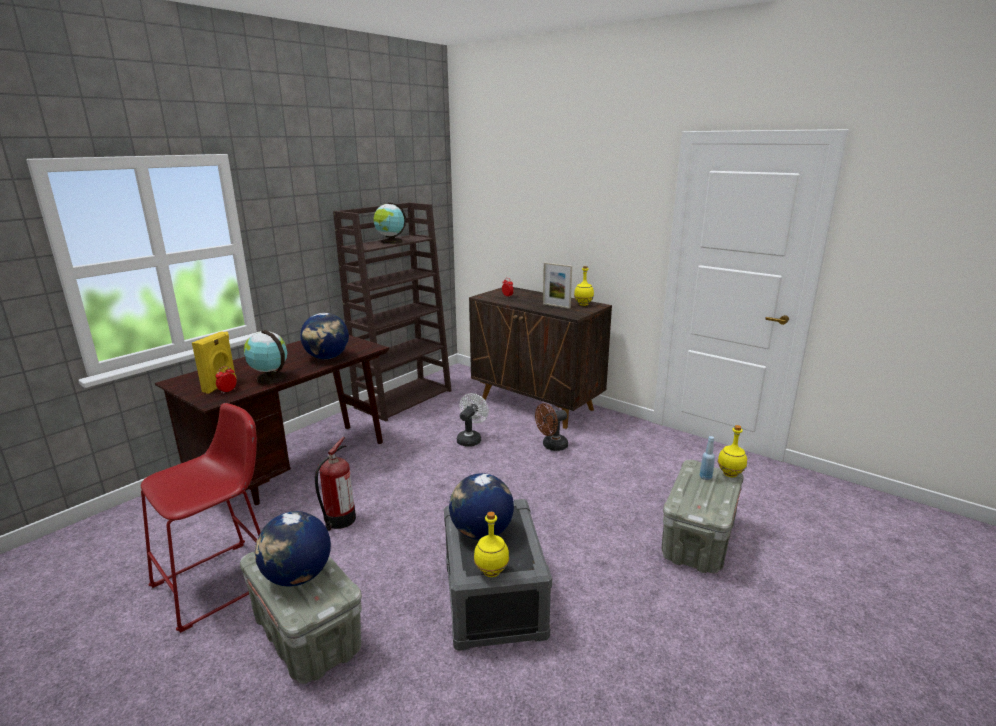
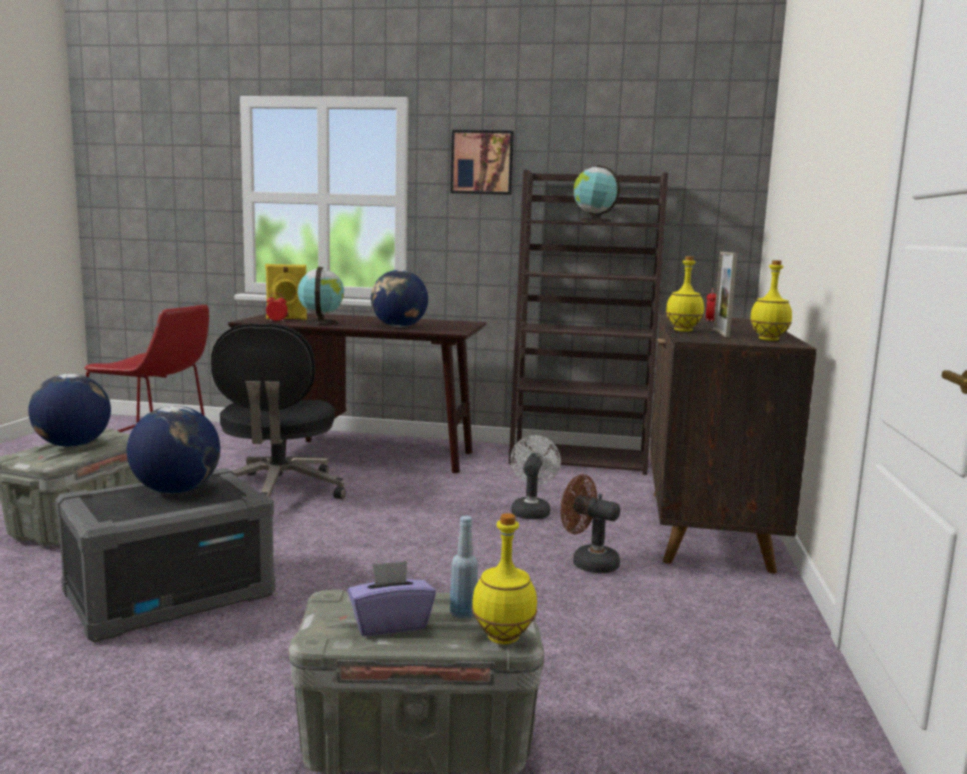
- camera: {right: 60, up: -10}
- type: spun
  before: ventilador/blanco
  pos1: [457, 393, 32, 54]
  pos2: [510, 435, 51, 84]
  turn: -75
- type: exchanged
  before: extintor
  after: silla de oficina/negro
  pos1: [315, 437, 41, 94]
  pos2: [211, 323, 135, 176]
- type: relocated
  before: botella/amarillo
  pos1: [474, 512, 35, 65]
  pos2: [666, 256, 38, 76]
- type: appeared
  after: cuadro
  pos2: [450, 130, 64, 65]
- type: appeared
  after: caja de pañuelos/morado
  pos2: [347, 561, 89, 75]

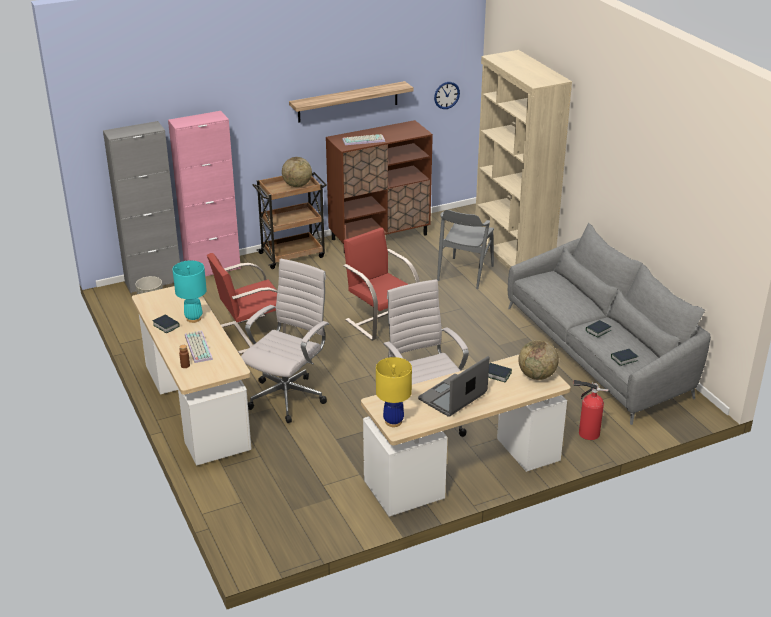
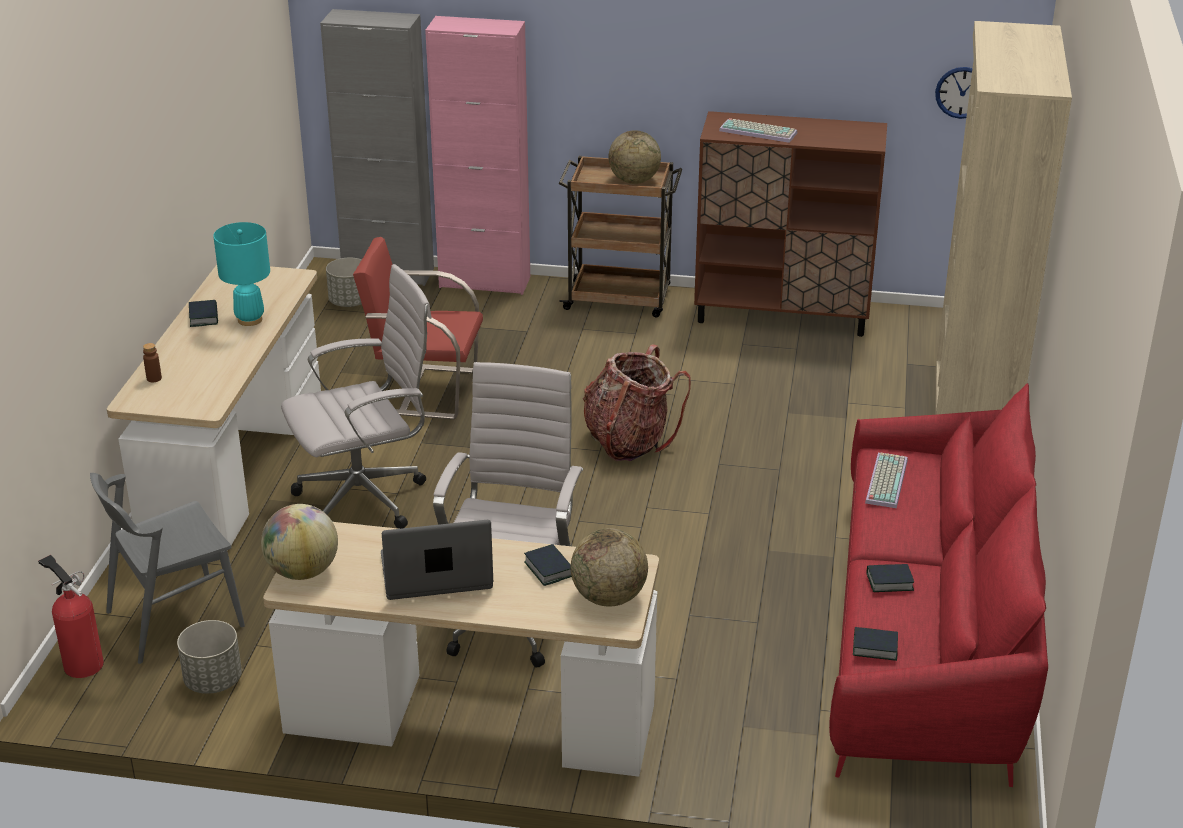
- camera: {right: 35, up: 0}
- type: missing
  before: estante
  pos1: [289, 81, 125, 41]
- type: relocated
  before: silla/gris
  pos1: [437, 210, 57, 79]
  pos2: [90, 473, 155, 191]
- type: colour
  before: sofá/gris
  after: sofá/rojo
  pos1: [508, 223, 203, 202]
  pos2: [829, 383, 219, 404]
- type: exchanged
  before: silla/rojo
  after: mochila
  pos1: [343, 228, 77, 113]
  pos2: [583, 344, 108, 117]
- type: relocated
  before: teclado
  pos1: [185, 330, 28, 33]
  pos2: [865, 453, 43, 55]
- type: exchanged
  before: lámpara de mesa/amarillo
  after: globo terráqueo
  pos1: [376, 357, 36, 70]
  pos2: [261, 504, 77, 76]
- type: relocated
  before: extintor
  pos1: [574, 380, 34, 60]
  pos2: [38, 555, 66, 123]
- type: appeared
  after: maceta/gris
  pos2: [177, 620, 65, 74]

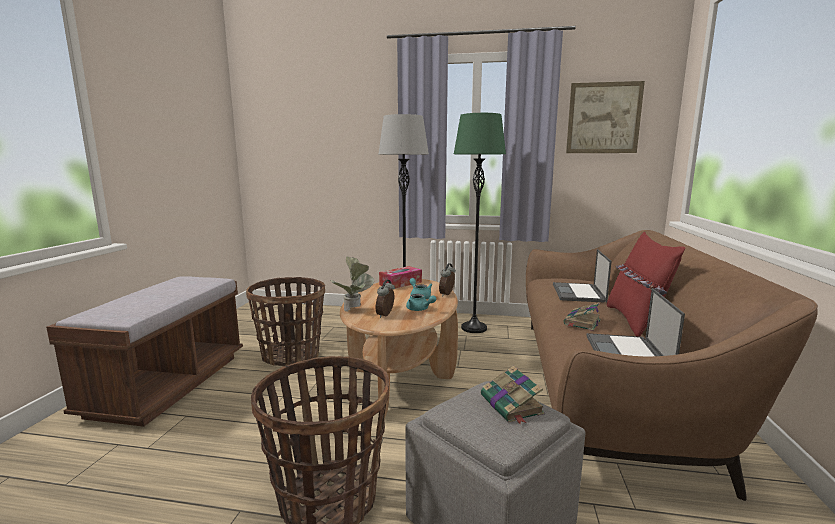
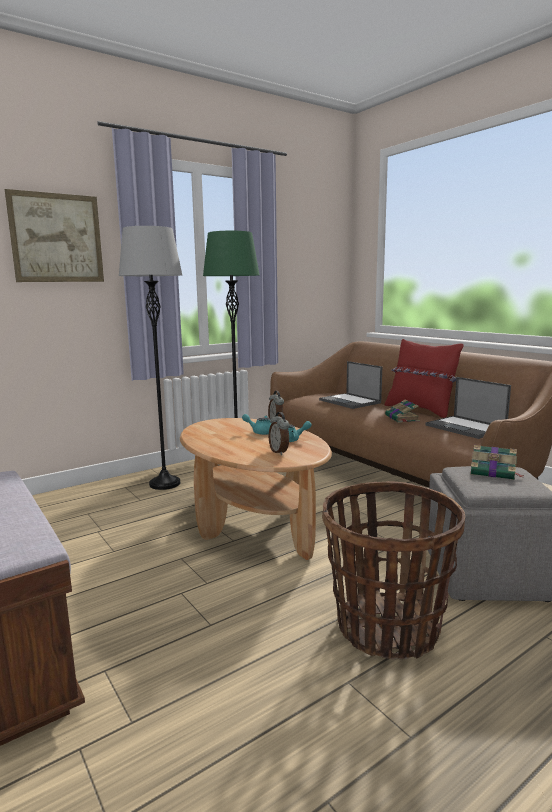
- camera: {right: -45, up: 0}
- type: relocated
  before: cuadro
  pos1: [566, 81, 79, 72]
  pos2: [5, 189, 99, 93]
- type: missing
  before: planta en maceta
  pos1: [331, 256, 43, 56]
- type: missing
  before: caja de pañuelos
  pos1: [379, 266, 43, 23]
- type: missing
  before: cesta
  pos1: [246, 277, 79, 89]

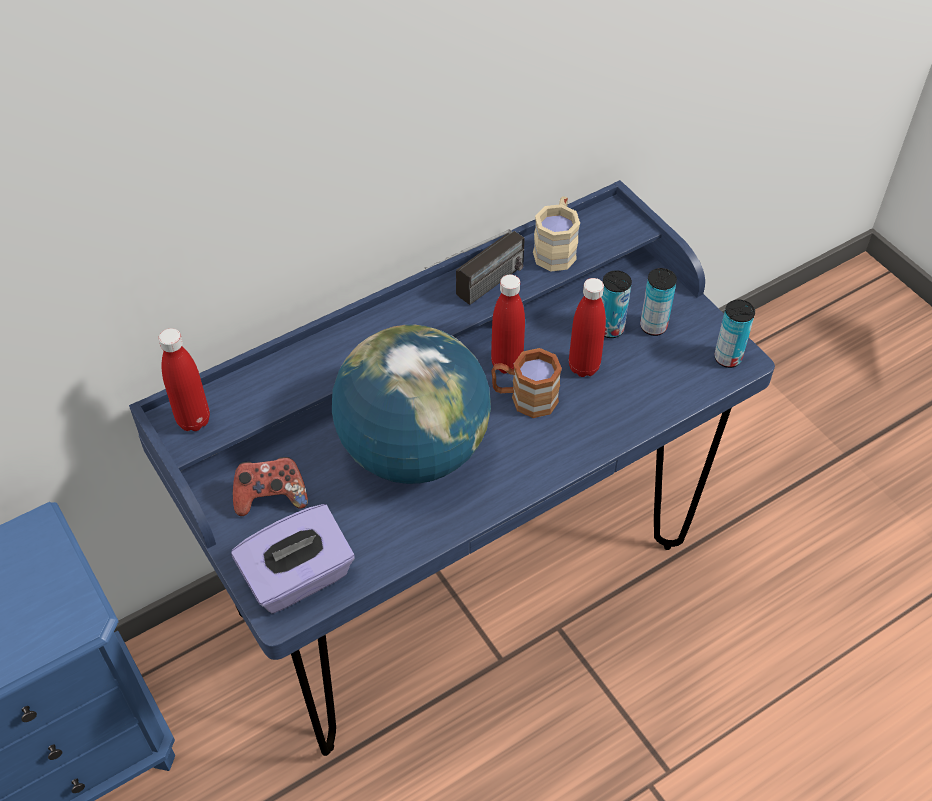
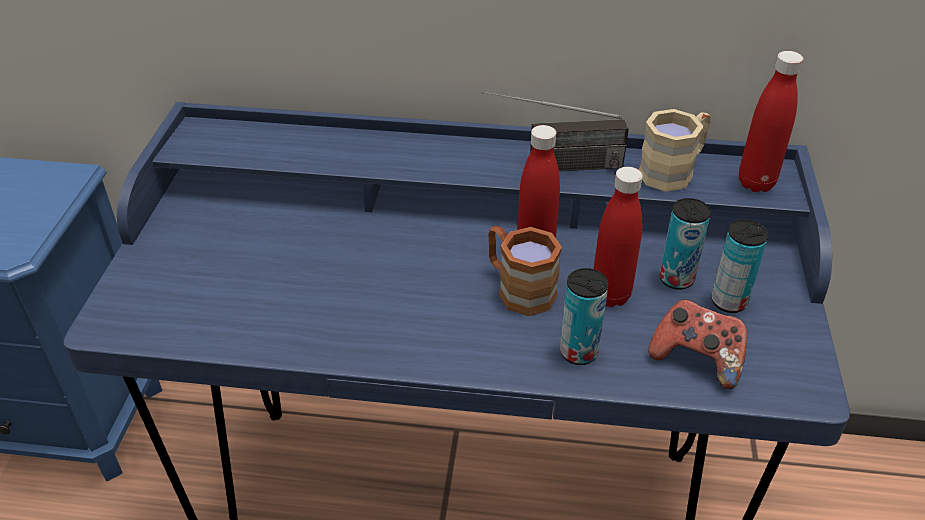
- camera: {right: 40, up: -10}
- type: relocated
  before: lata
  pos1: [714, 300, 41, 68]
  pos2: [560, 268, 49, 97]
- type: missing
  before: globo terráqueo
  pos1: [332, 325, 159, 159]
- type: relocated
  before: botella/rojo
  pos1: [158, 328, 52, 103]
  pos2: [739, 51, 64, 141]
- type: relocated
  before: mando de consola
  pos1: [233, 457, 75, 59]
  pos2: [648, 299, 99, 90]
- type: missing
  before: caja de pañuelos/morado
  pos1: [231, 504, 124, 110]

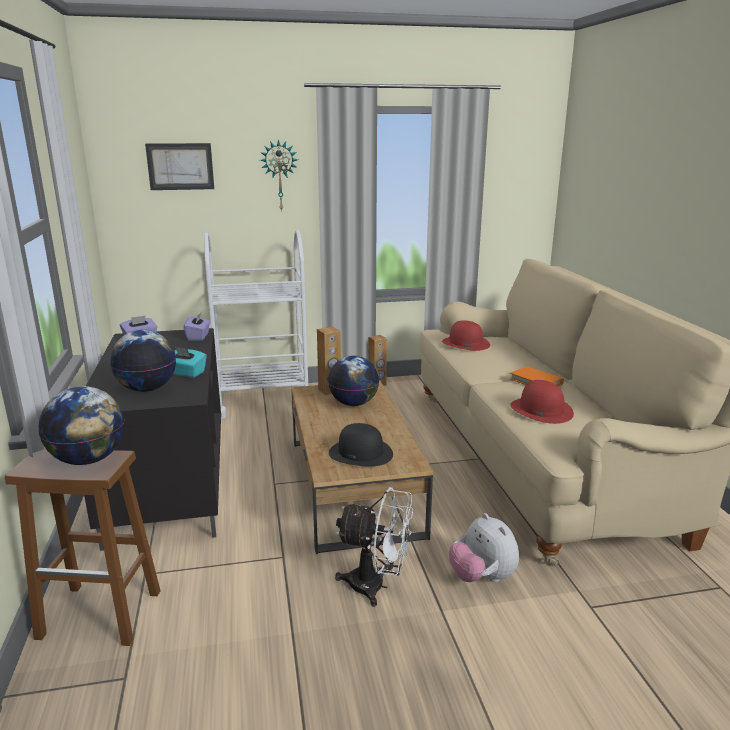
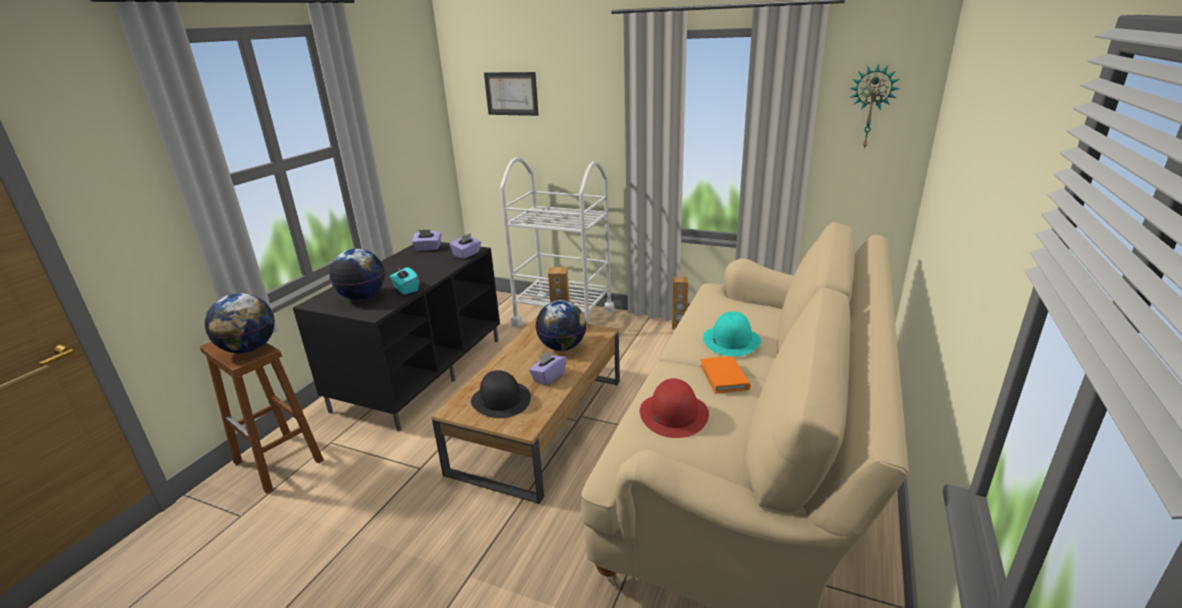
- camera: {right: 35, up: 5}
- type: relocated
  before: reloj de pared
  pos1: [260, 139, 38, 73]
  pos2: [849, 63, 51, 87]
- type: missing
  before: sombrero/rojo
  pos1: [442, 320, 48, 31]
- type: missing
  before: ventilador/blanco
  pos1: [335, 487, 78, 120]
- type: missing
  before: peluche
  pos1: [449, 513, 70, 69]
- type: appeared
  after: sombrero/turquesa
  pos2: [703, 311, 58, 45]
- type: appeared
  after: caja de pañuelos/morado
  pos2: [529, 350, 37, 36]

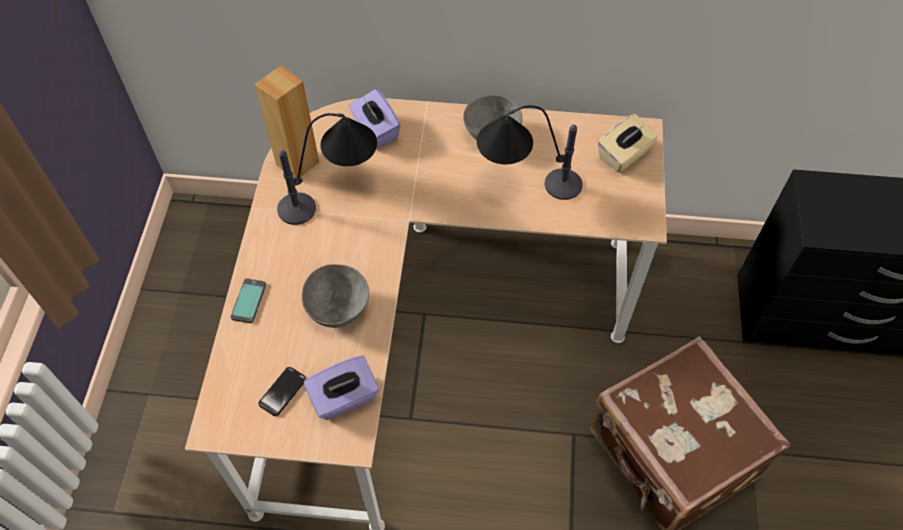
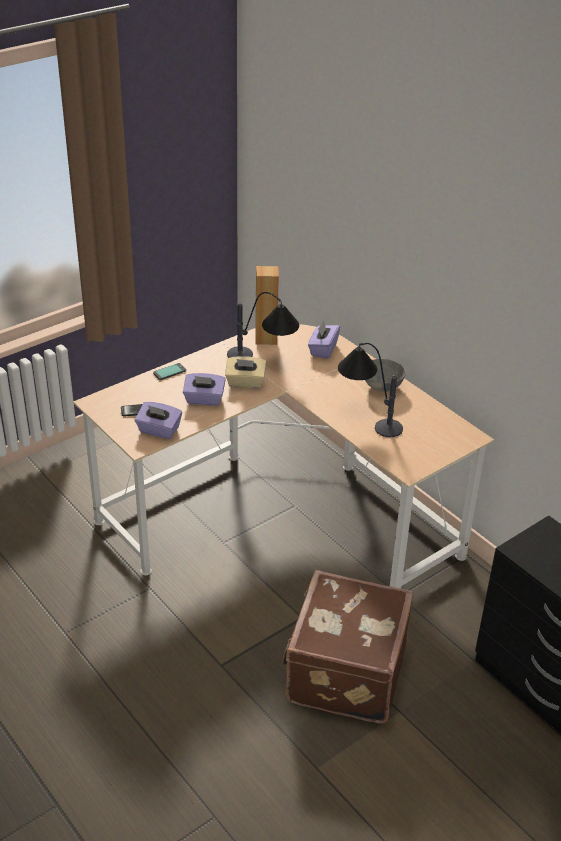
- camera: {right: 45, up: -20}
- type: relocated
  before: caja de pañuelos/beis
  pos1: [598, 114, 59, 59]
  pos2: [225, 356, 41, 32]
- type: exchanged
  before: cuenco/gris
  after: caja de pañuelos/morado
  pos1: [302, 264, 67, 64]
  pos2: [183, 373, 43, 33]

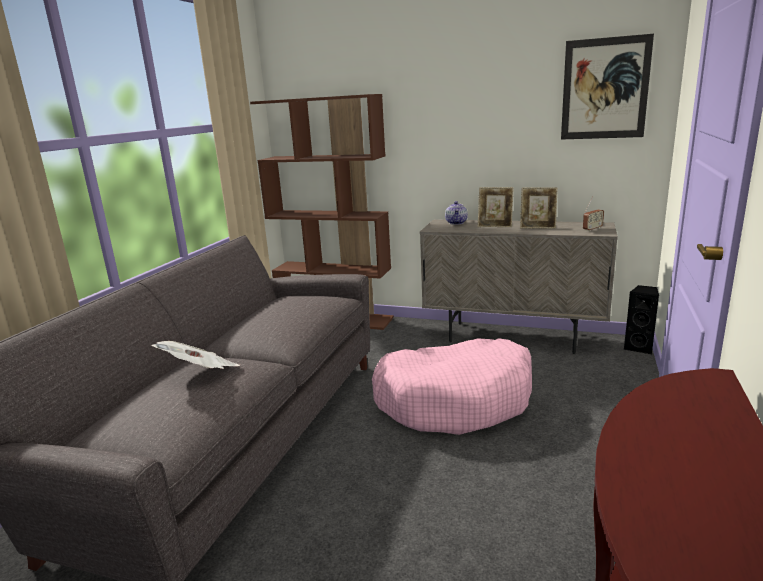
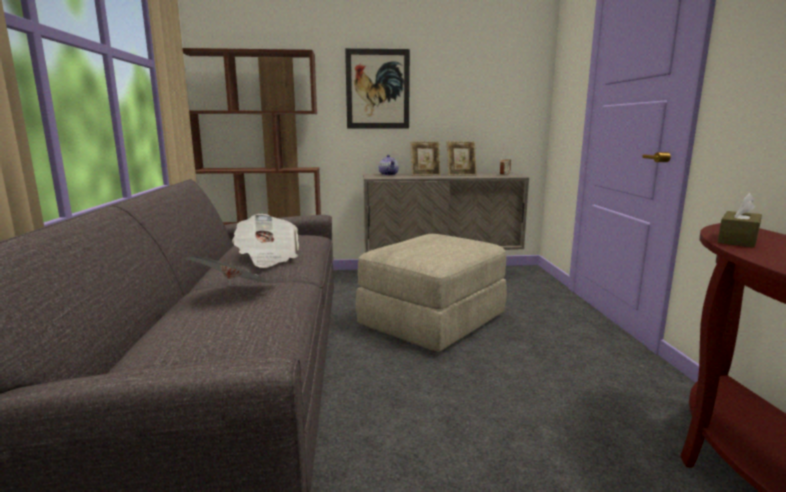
- camera: {right: -25, up: -5}
- type: relocated
  before: cuadro
  pos1: [561, 34, 93, 106]
  pos2: [345, 48, 65, 81]
- type: missing
  before: altavoz/negro
  pos1: [623, 285, 36, 69]
- type: exchanged
  before: cama para perro/rosa
  after: puf/beis
  pos1: [372, 338, 160, 97]
  pos2: [356, 234, 151, 118]
- type: appeared
  after: caja de pañuelos/marrón
  pos2: [717, 193, 45, 55]
- type: appeared
  after: periódico
  pos2: [232, 214, 67, 54]

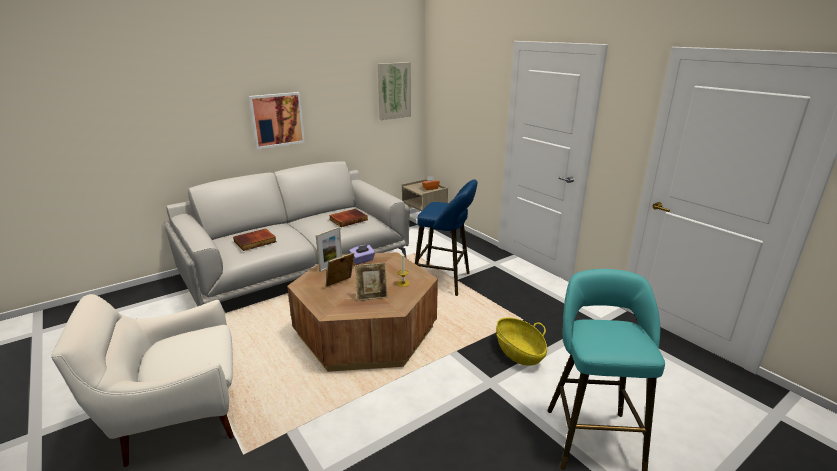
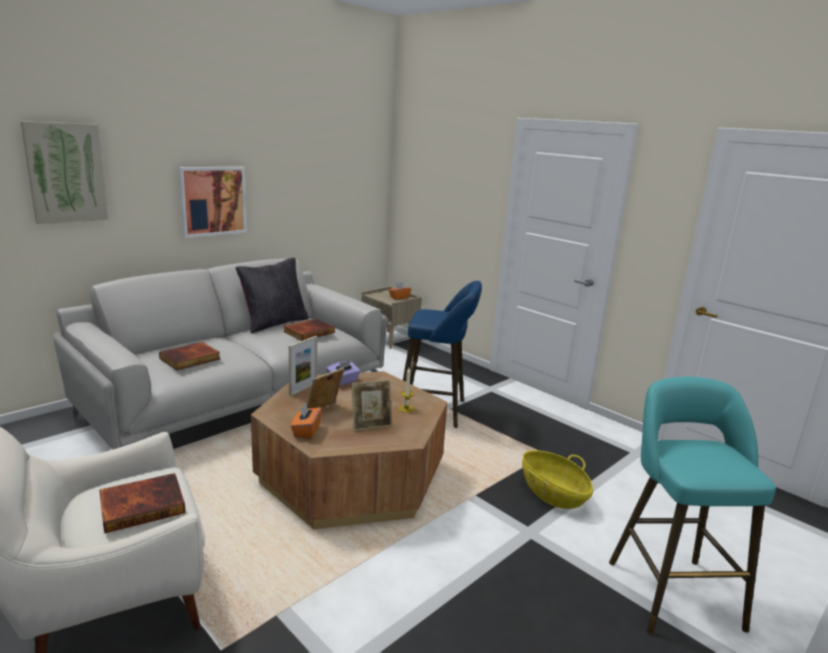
- camera: {right: -10, up: -5}
- type: relocated
  before: cuadro
  pos1: [378, 62, 33, 58]
  pos2: [21, 121, 87, 103]
- type: appeared
  after: cojín/negro
  pos2: [236, 258, 73, 76]
- type: appeared
  after: caja de pañuelos/naranja
  pos2: [291, 402, 31, 37]
- type: appeared
  after: libro
  pos2: [99, 473, 86, 61]

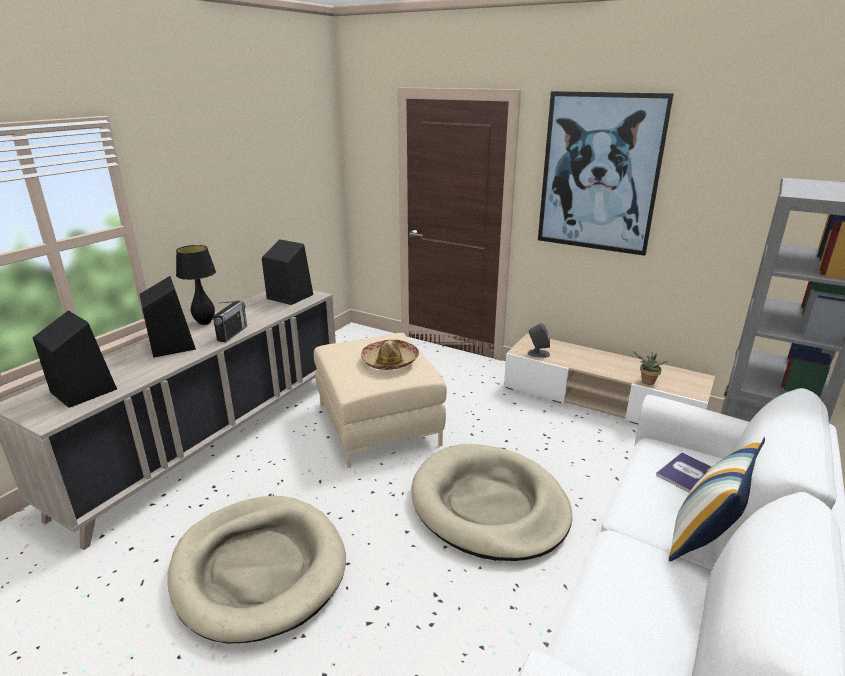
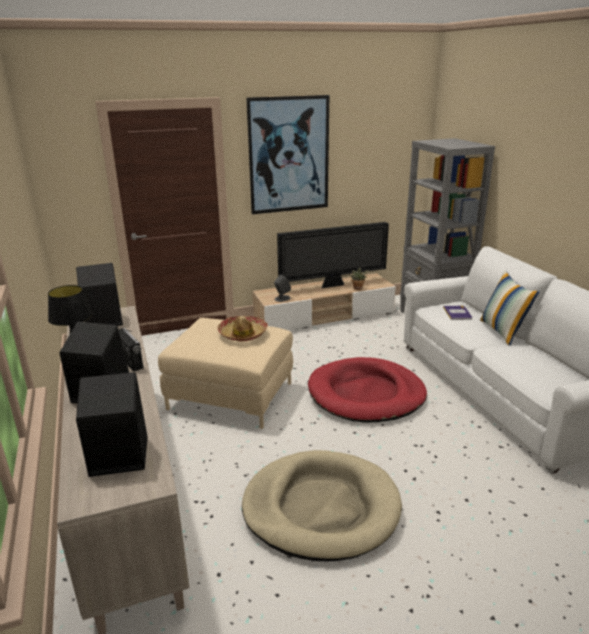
- camera: {right: -50, up: 0}
- type: colour
  before: cama para perro/beis
  after: cama para perro/rojo
  pos1: [411, 444, 161, 117]
  pos2: [308, 357, 119, 66]
- type: appeared
  after: televisor
  pos2: [277, 222, 112, 66]

